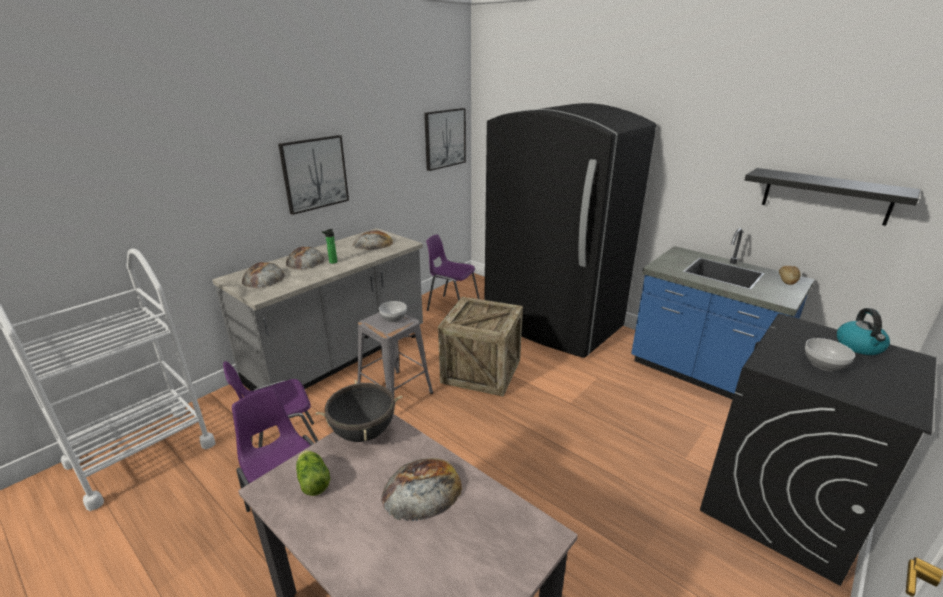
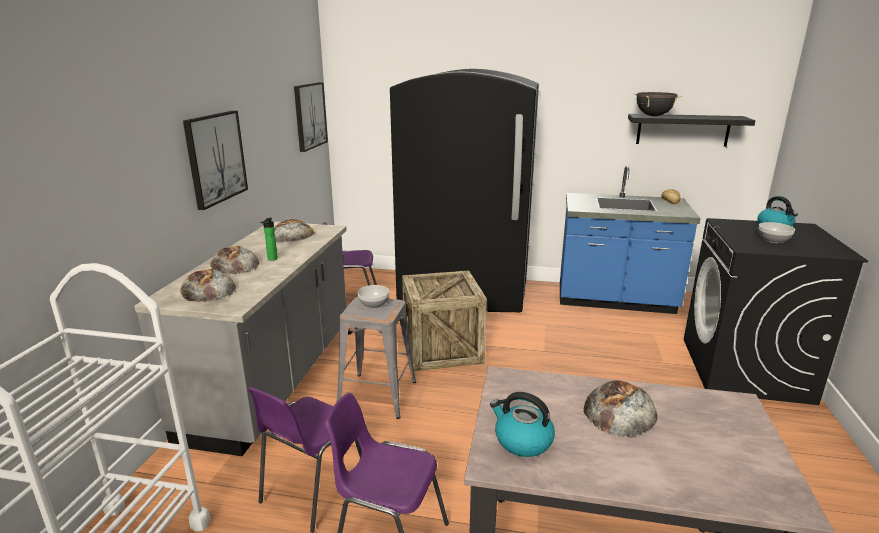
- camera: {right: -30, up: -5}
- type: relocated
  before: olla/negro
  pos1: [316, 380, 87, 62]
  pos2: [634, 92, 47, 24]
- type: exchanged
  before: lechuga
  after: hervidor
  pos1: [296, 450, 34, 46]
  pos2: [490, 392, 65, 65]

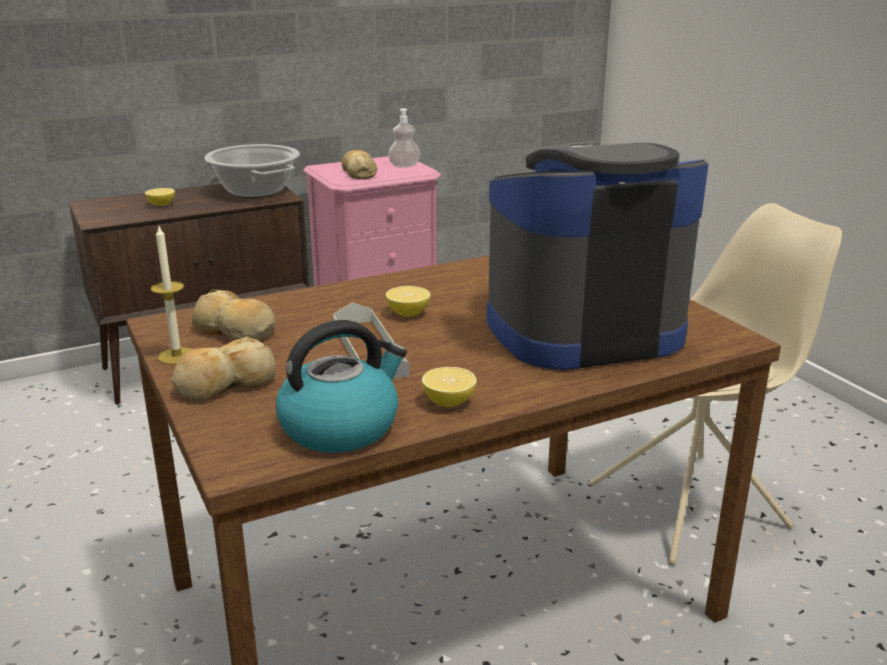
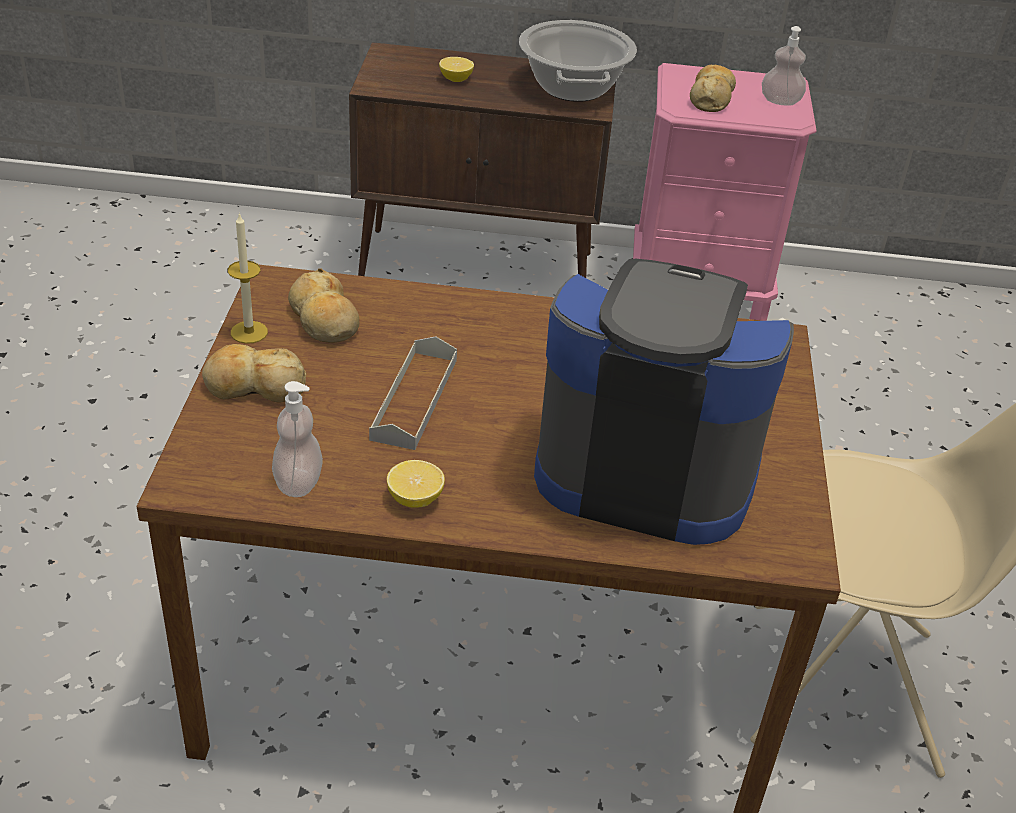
- camera: {right: 30, up: 15}
- type: missing
  before: limón
  pos1: [386, 286, 44, 31]
- type: exchanged
  before: hervidor
  after: dispensador de jabón
  pos1: [276, 320, 131, 133]
  pos2: [272, 381, 51, 116]

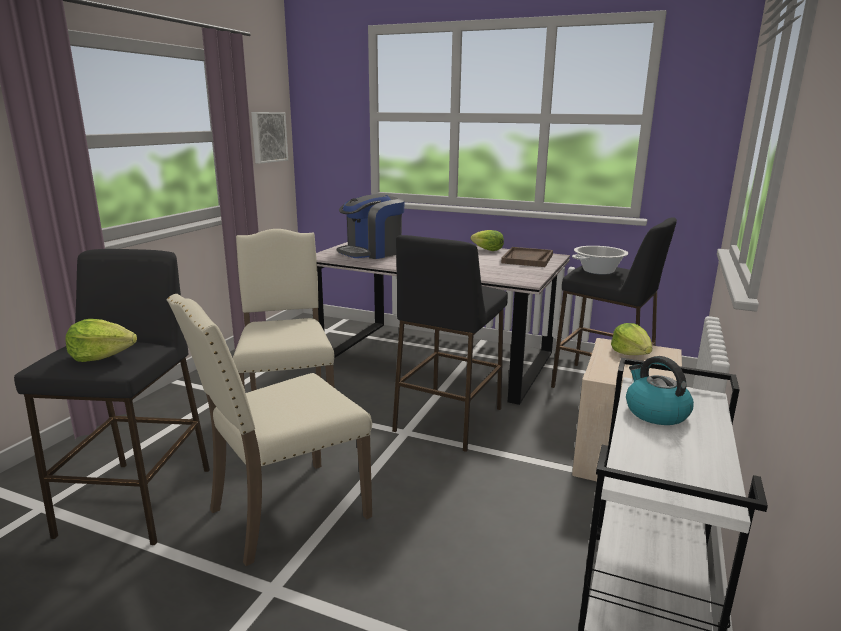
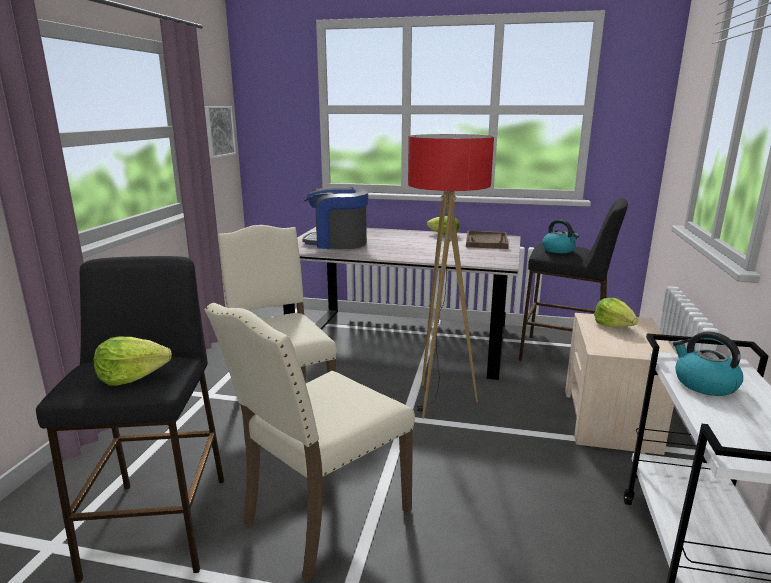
- camera: {right: -10, up: 0}
- type: spun
  before: cafetera
  pos1: [337, 194, 68, 65]
  pos2: [302, 186, 66, 63]
  turn: 60
- type: exchanged
  before: taburete/negro
  after: lámpara de pie
  pos1: [392, 235, 116, 217]
  pos2: [408, 134, 86, 284]
- type: exchanged
  before: olla
  after: hervidor
  pos1: [572, 246, 56, 29]
  pos2: [542, 219, 37, 34]

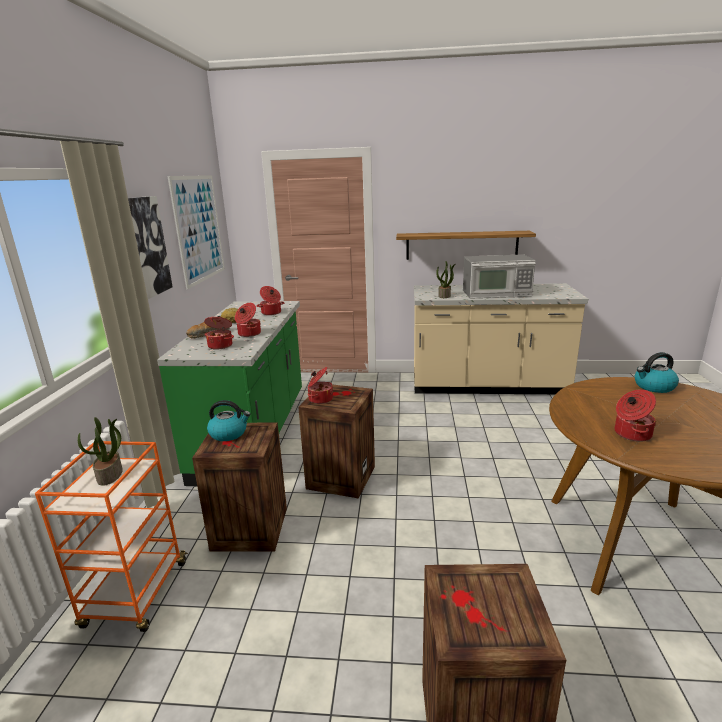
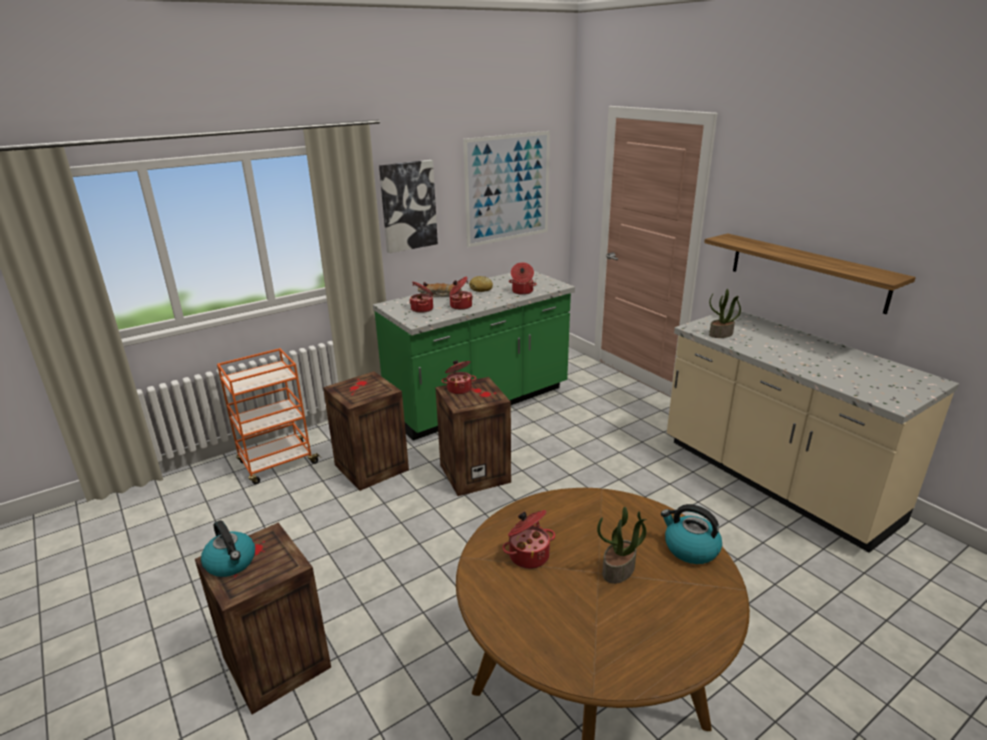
- camera: {right: 50, up: 5}
- type: missing
  before: microondas
  pos1: [463, 254, 73, 45]
- type: relocated
  before: hervidor
  pos1: [207, 400, 44, 41]
  pos2: [201, 520, 54, 57]
- type: relocated
  before: planta en maceta
  pos1: [78, 417, 45, 69]
  pos2: [597, 507, 50, 77]

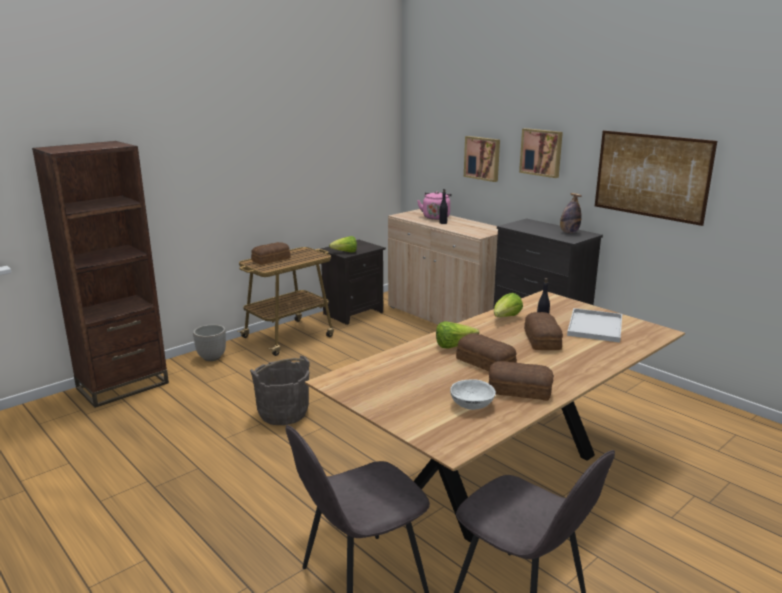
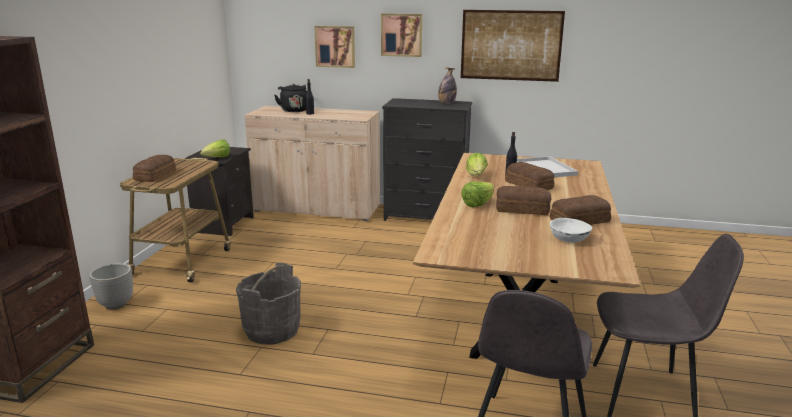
- camera: {right: -35, up: 0}
- type: colour
  before: hervidor/rosa
  after: hervidor/negro
  pos1: [417, 191, 35, 29]
  pos2: [274, 84, 33, 28]

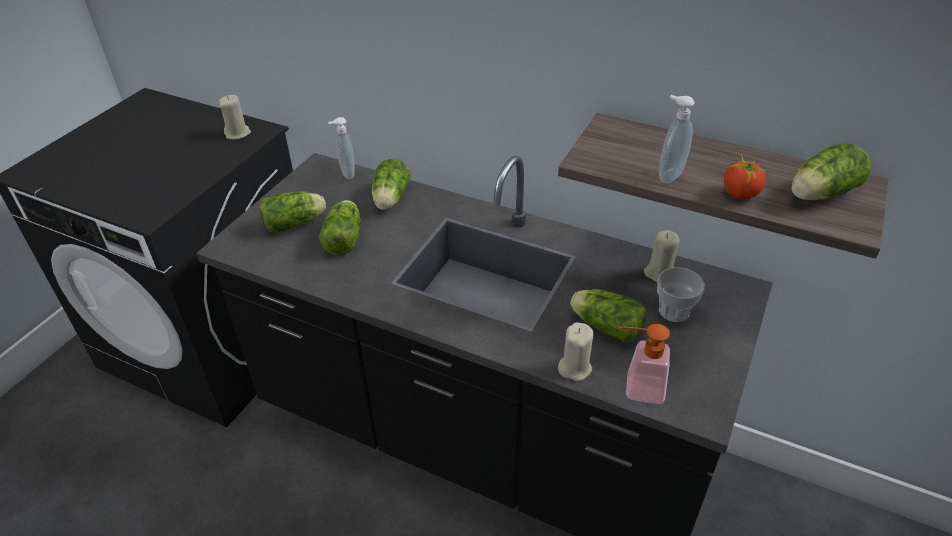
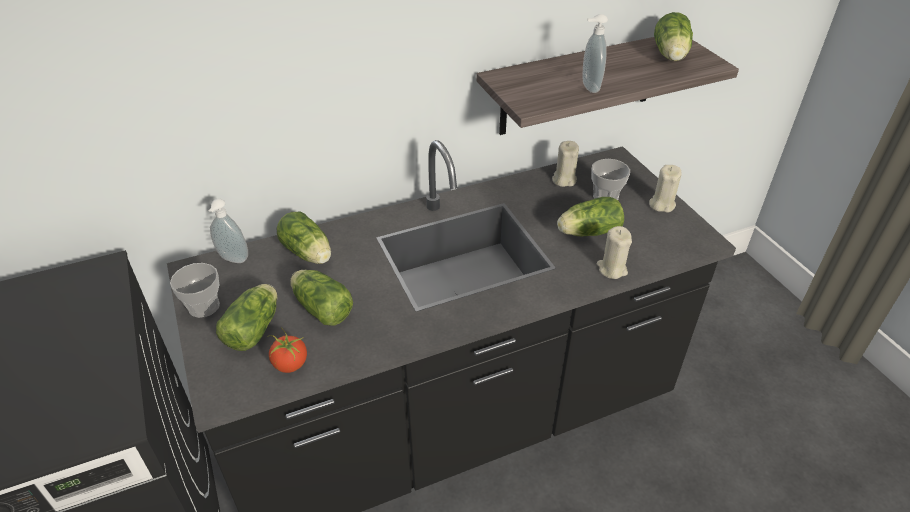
- camera: {right: -50, up: 0}
- type: relocated
  before: vela/beis
  pos1: [219, 95, 32, 45]
  pos2: [649, 165, 33, 48]
- type: relocated
  before: tomate
  pos1: [724, 152, 44, 47]
  pos2: [267, 327, 40, 46]
- type: missing
  before: dispensador de jabón
  pos1: [619, 324, 51, 80]
- type: appeared
  after: taza
  pos2: [170, 263, 50, 55]

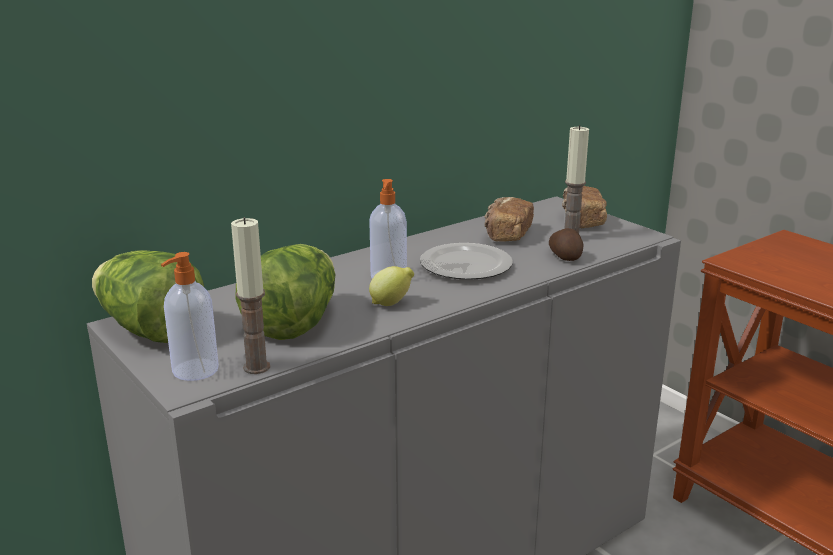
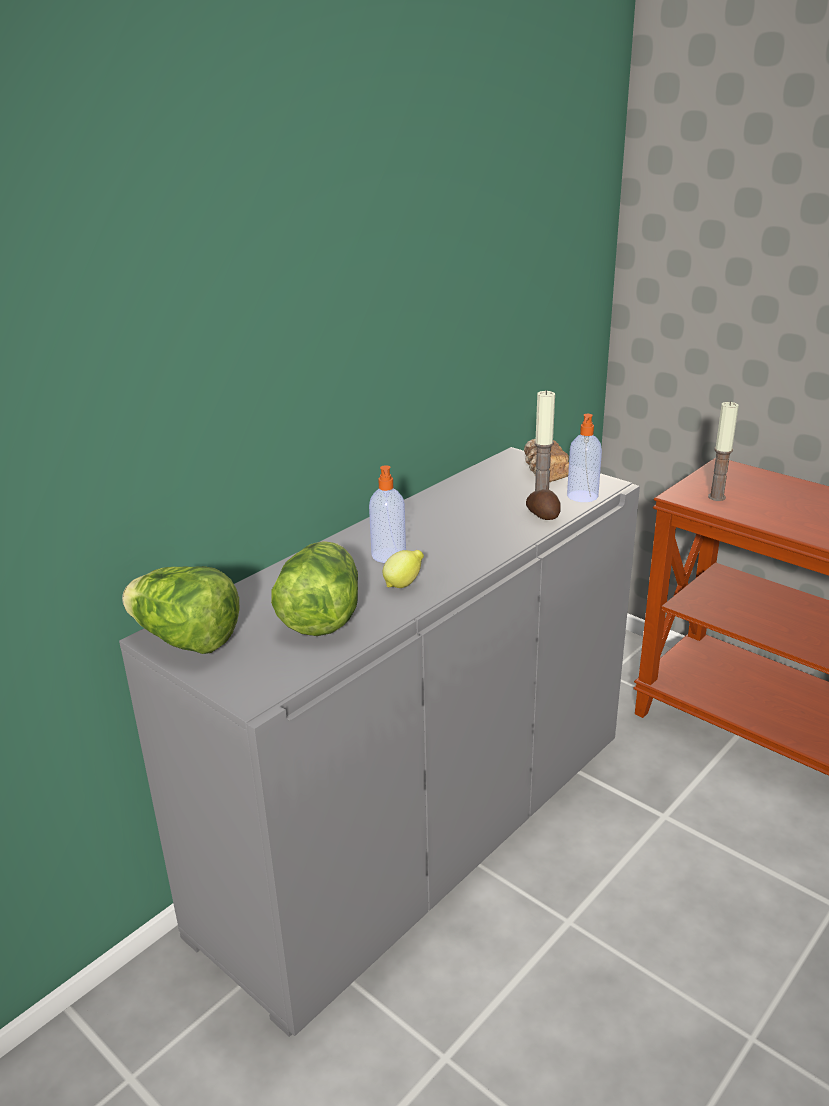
- camera: {right: -10, up: 5}
- type: missing
  before: pan
  pos1: [484, 197, 50, 45]
- type: relocated
  before: vela
  pos1: [231, 217, 39, 157]
  pos2: [708, 401, 31, 100]
- type: missing
  before: plato
  pos1: [420, 243, 93, 37]
- type: relocated
  before: dispensador de jabón
  pos1: [161, 252, 58, 129]
  pos2: [567, 414, 35, 88]

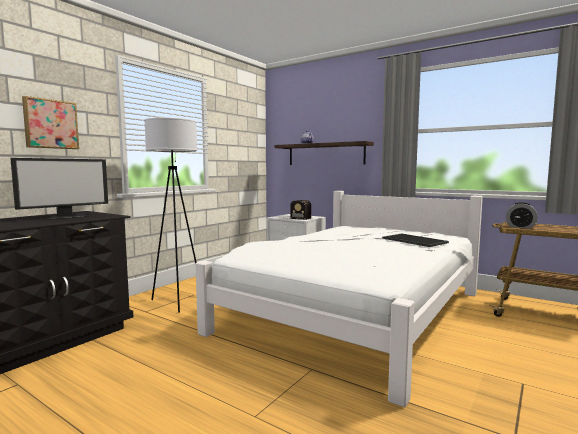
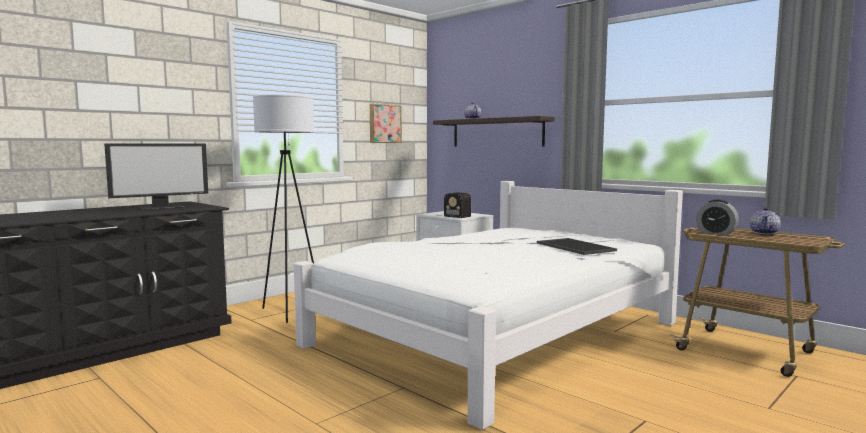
- camera: {right: 10, up: 0}
- type: relocated
  before: cuadro
  pos1: [22, 96, 57, 53]
  pos2: [370, 104, 32, 39]
- type: appeared
  after: tetera
  pos2: [750, 208, 30, 26]

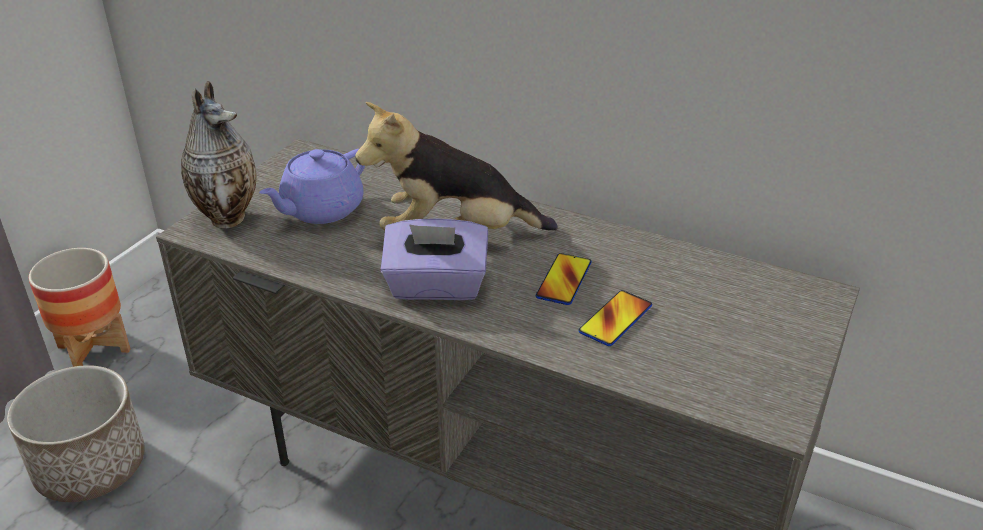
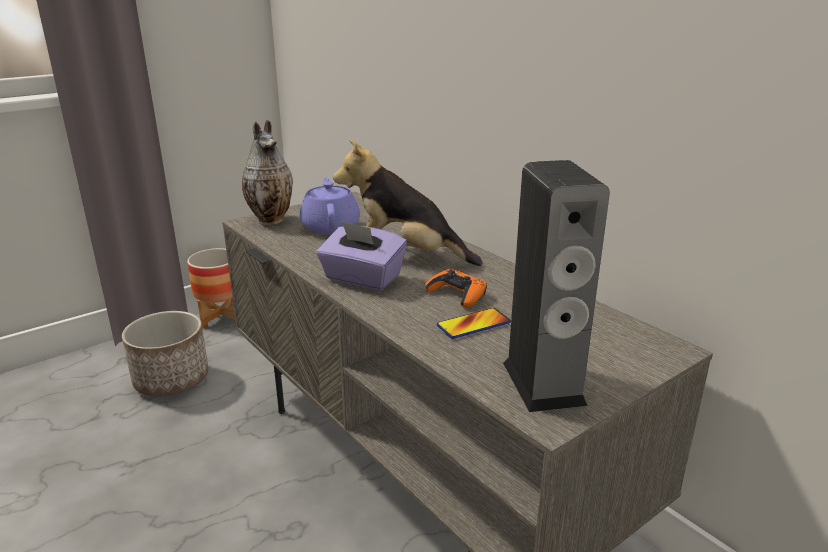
- camera: {right: 25, up: -10}
- type: spun
  before: tetera/morado
  pos1: [259, 149, 106, 75]
  pos2: [300, 177, 60, 57]
  turn: 105
- type: exchanged
  before: móvil
  after: mando de consola/naranja
  pos1: [536, 253, 55, 52]
  pos2: [425, 269, 62, 39]
- type: appeared
  after: altavoz
  pos2: [503, 160, 107, 252]

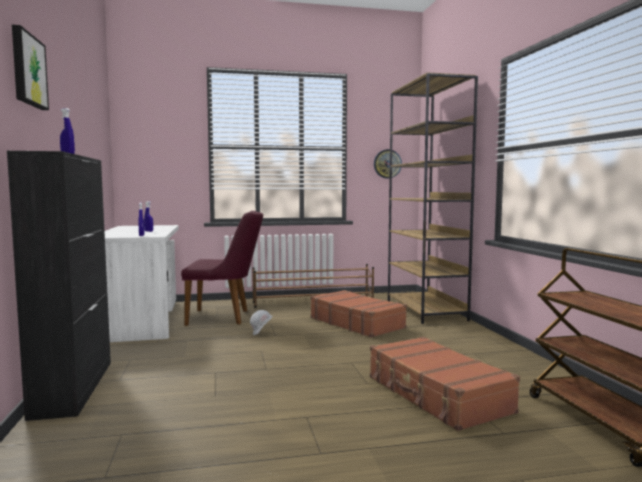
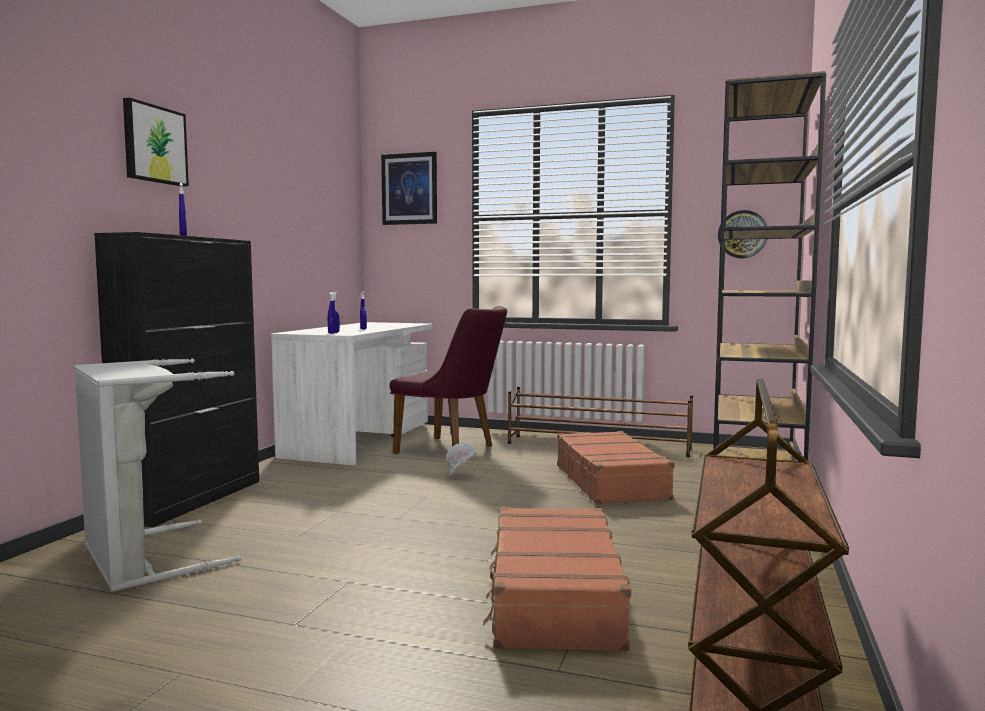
- camera: {right: 30, up: 0}
- type: appeared
  after: cuadro
  pos2: [381, 152, 56, 73]
- type: appeared
  after: cesto de la ropa/gris
  pos2: [74, 359, 168, 233]

